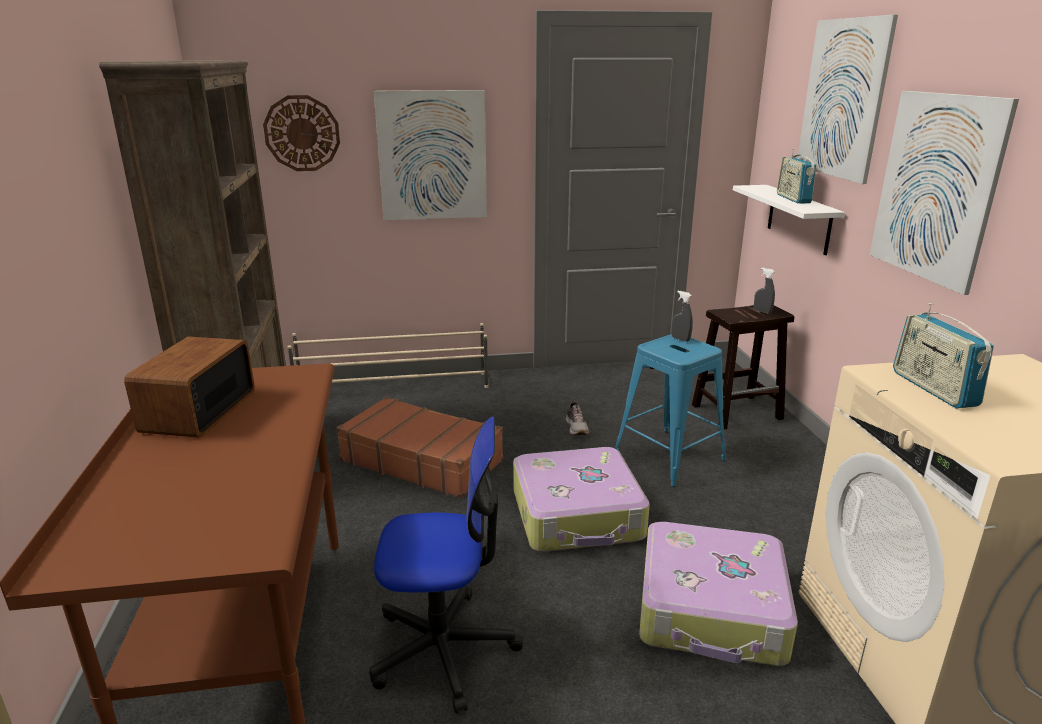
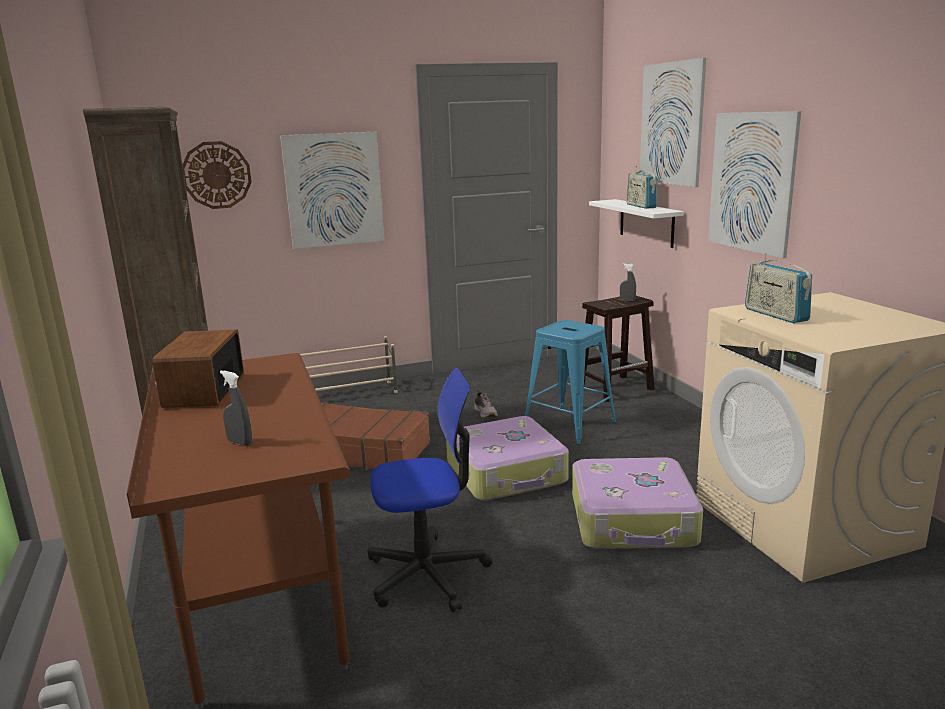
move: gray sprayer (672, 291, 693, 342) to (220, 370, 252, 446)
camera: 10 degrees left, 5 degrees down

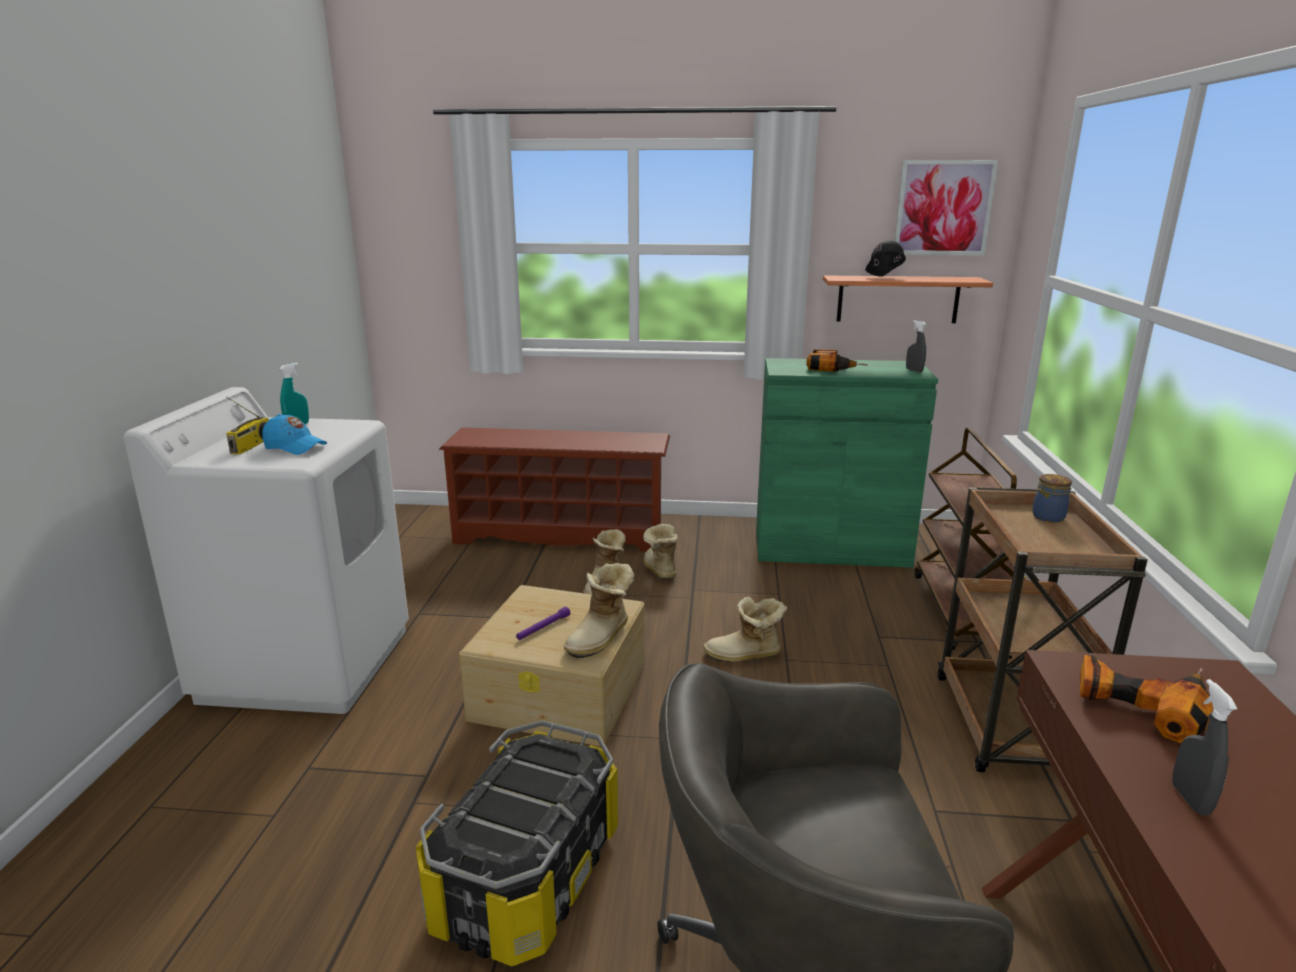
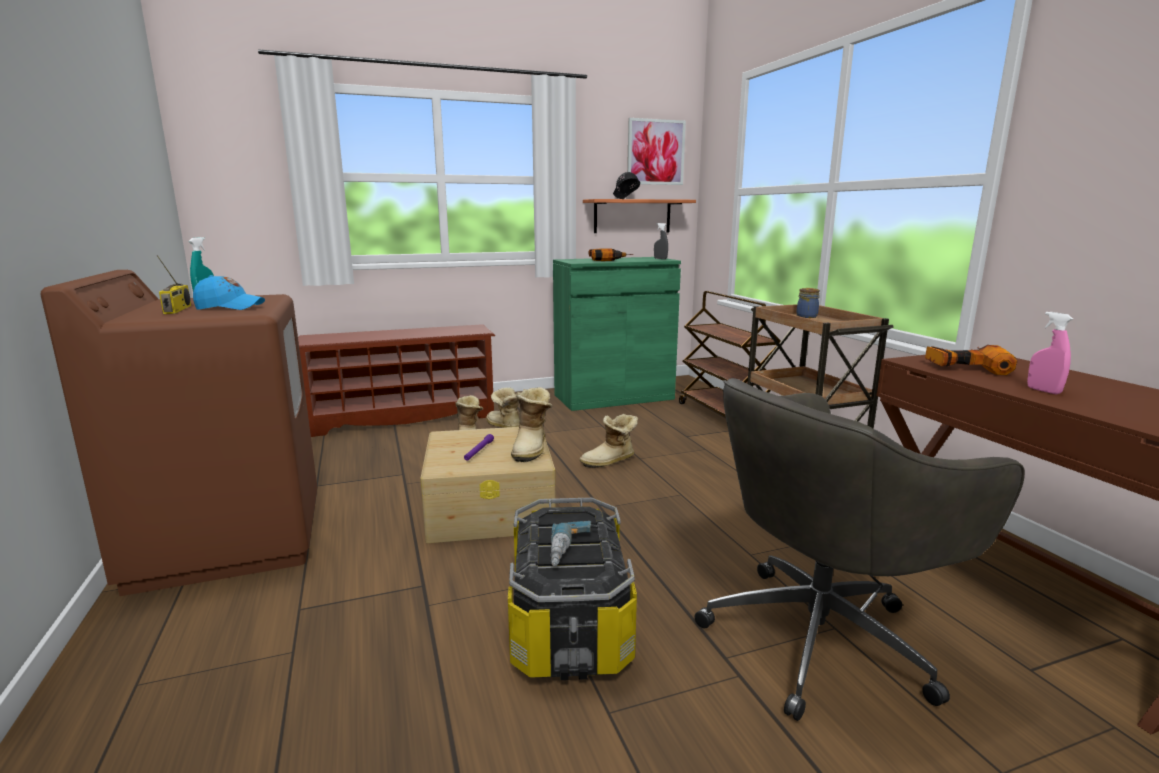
insert: electric drill (551, 521, 599, 566)
recolor: whitish laundry appliance (123, 387, 409, 714) to brownish laundry appliance (41, 270, 317, 596); gray sprayer (1172, 679, 1237, 816) to pink-coloured sprayer (1027, 312, 1073, 394)
camera: 25 degrees left, 5 degrees down

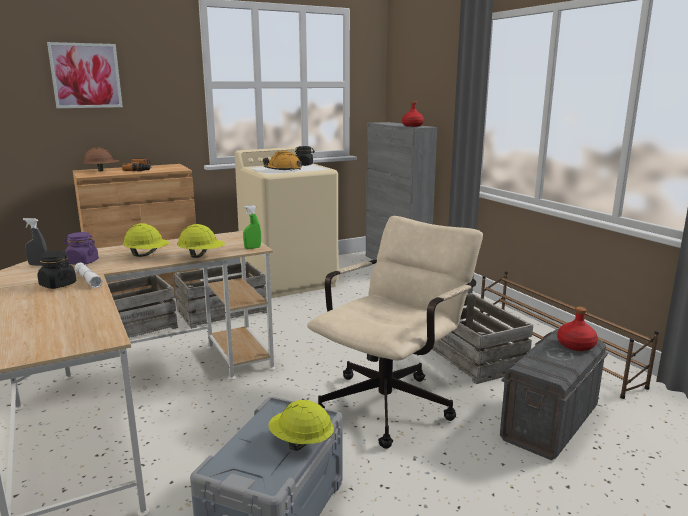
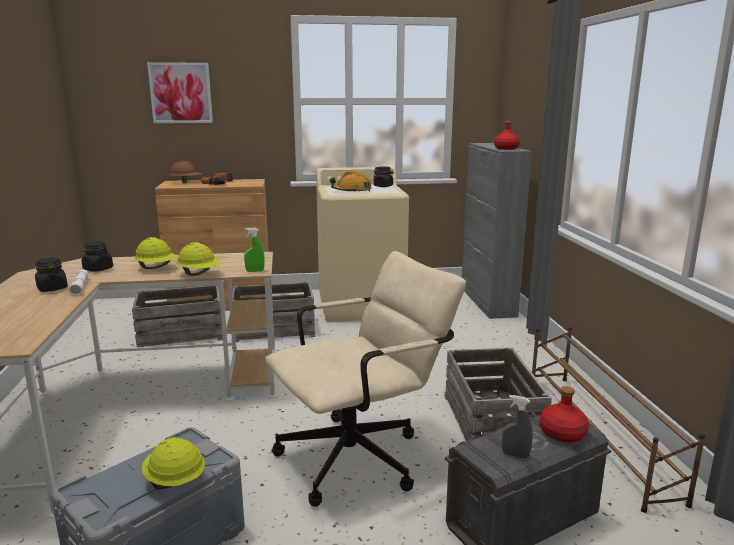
move: gray sprayer (23, 218, 48, 266) to (502, 395, 533, 459)
recolor: purple storage jar (64, 232, 99, 265) to black storage jar (82, 241, 113, 272)
camera: 20 degrees right, 0 degrees up

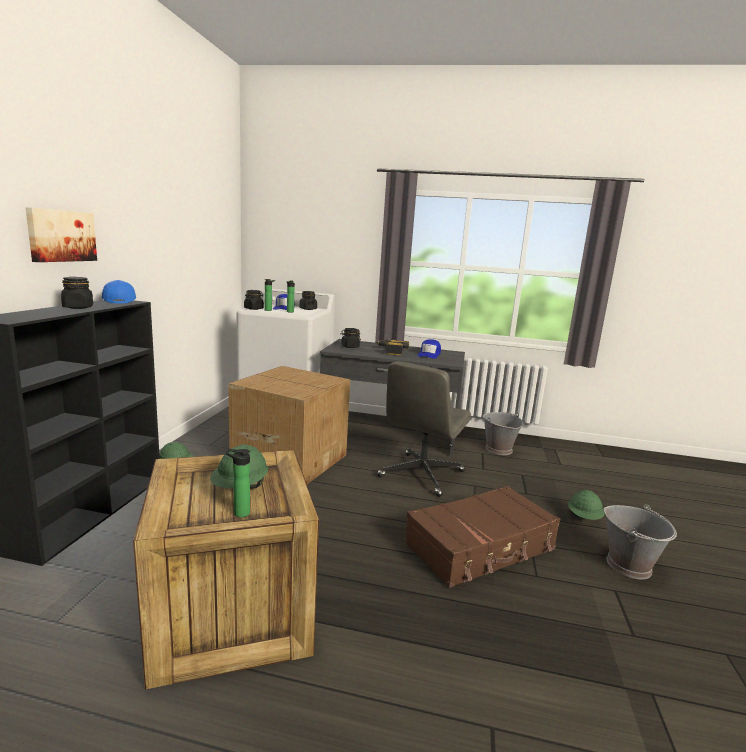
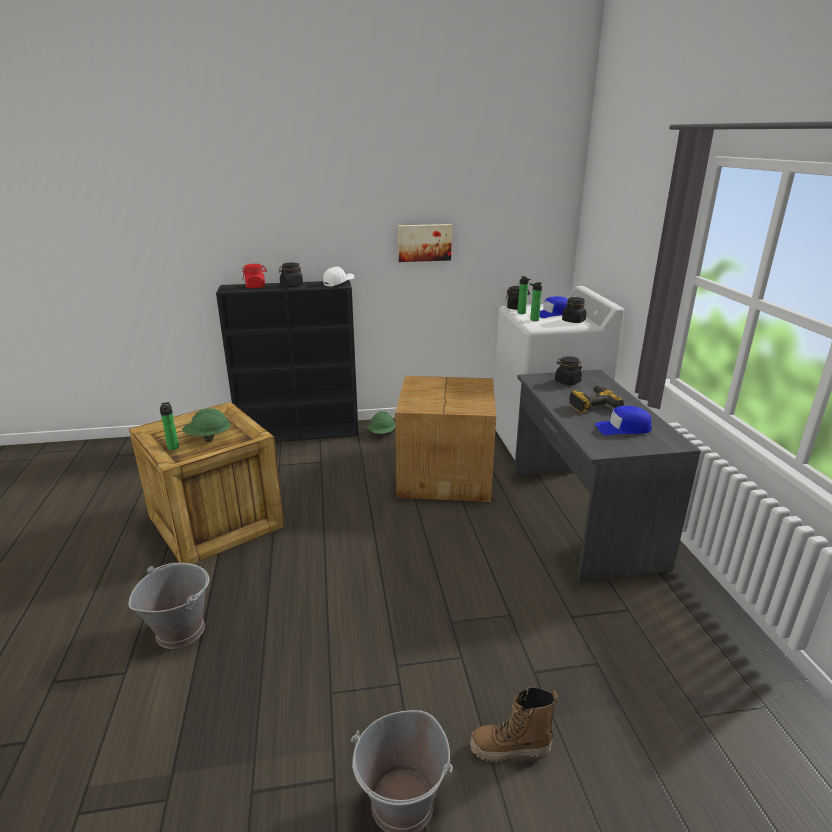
delete: gray desk chair (377, 361, 471, 497); brownish suitcase (404, 486, 560, 588)
insert: red-coloured storage jar (242, 264, 267, 288)
move: picture (25, 207, 97, 262) to (398, 224, 452, 262); gray bucket (482, 412, 523, 455) to (129, 563, 209, 649)
replace: greenish work helmet (568, 490, 604, 520) to boot (470, 687, 558, 762)
recolor: bluish peaked cap (102, 280, 136, 304) to whitish peaked cap (323, 266, 354, 287)
camera: 70 degrees right, 10 degrees up

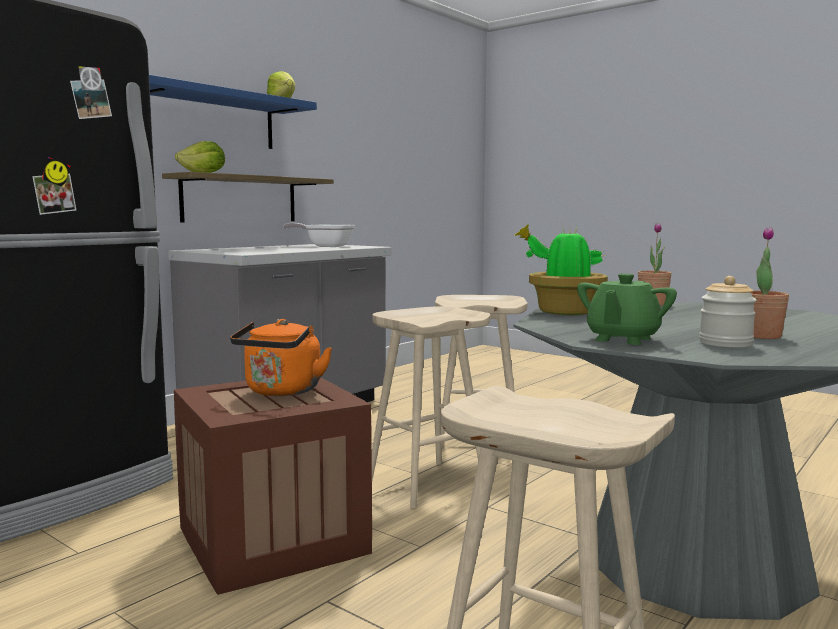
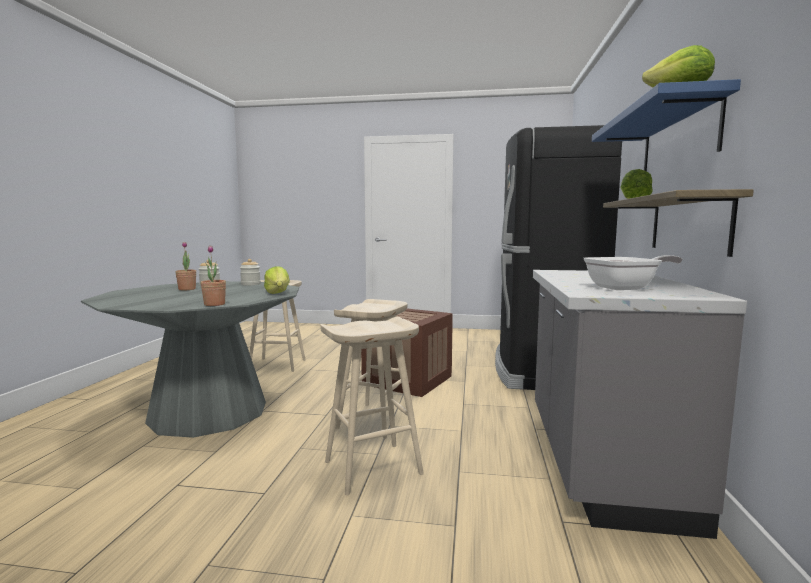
delete: orange-coloured water kettle (230, 319, 332, 396)
replace: houseplant (514, 224, 608, 315) to head of lettuce (264, 266, 290, 294); greenish tea pot (577, 273, 677, 345) to storage jar (240, 259, 261, 285)
camera: 150 degrees right, 0 degrees up

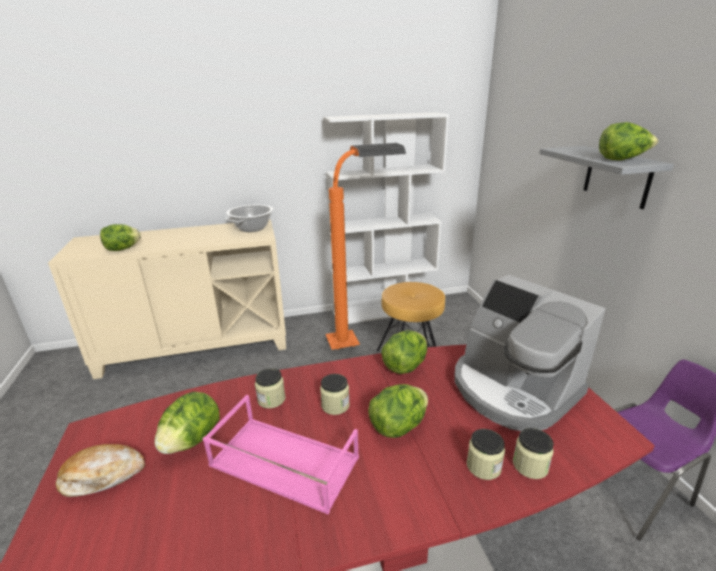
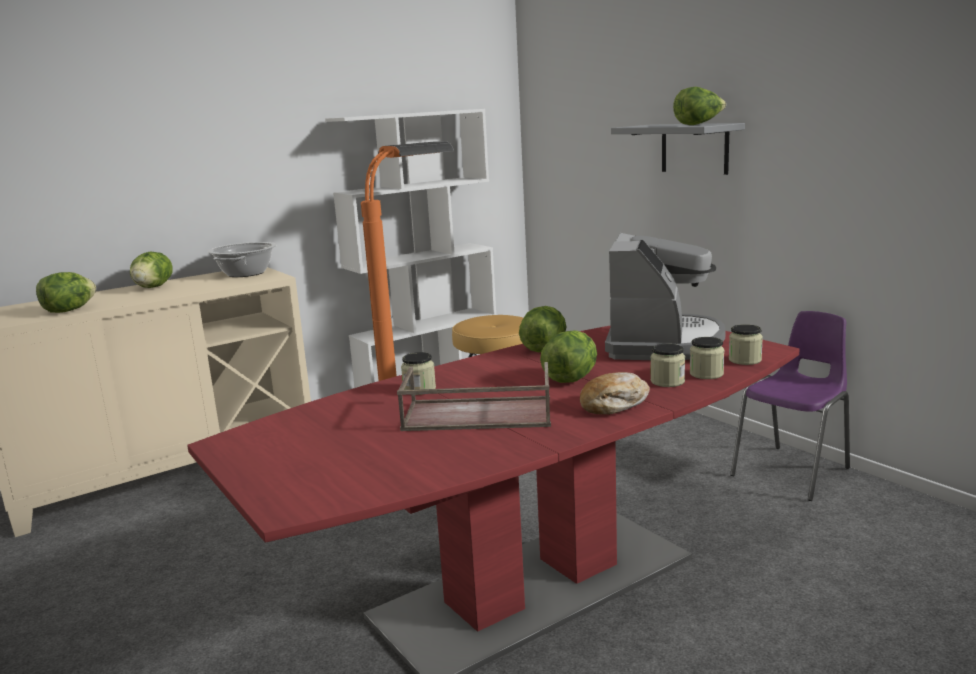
move: bread (55, 444, 145, 497) to (580, 372, 650, 415); head of lettuce (155, 392, 219, 454) to (130, 252, 173, 288); storage jar (320, 374, 350, 415) to (729, 324, 763, 365)
recolor: pink-coloured tray (202, 395, 359, 514) to brownish tray (397, 362, 551, 431)
rotate: coffee brewer (455, 275, 605, 431) = (605, 233, 726, 360) 105 degrees counterclockwise
camera: 20 degrees left, 10 degrees down

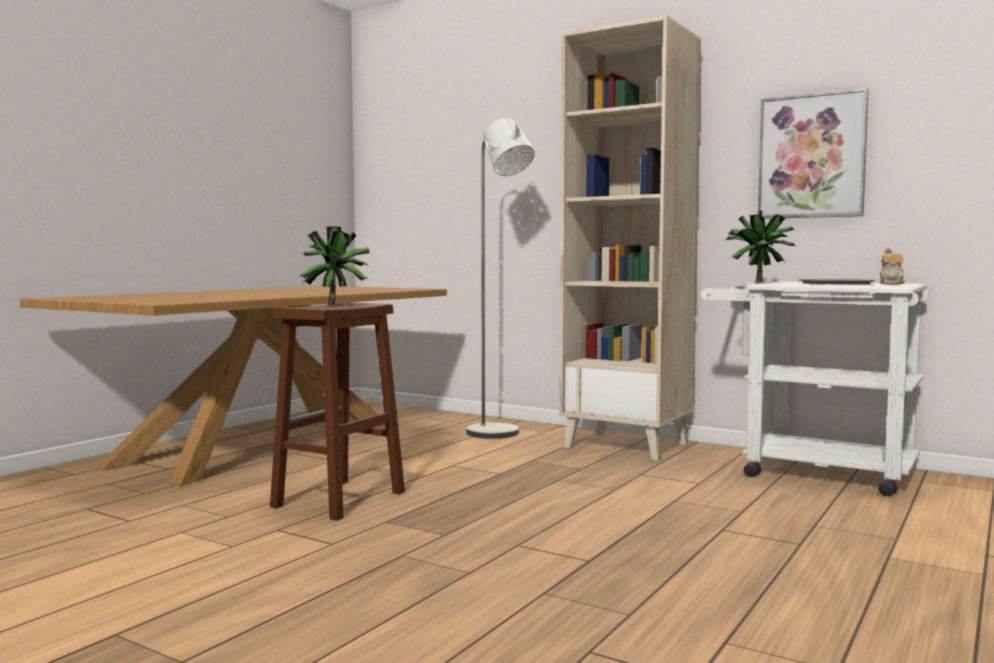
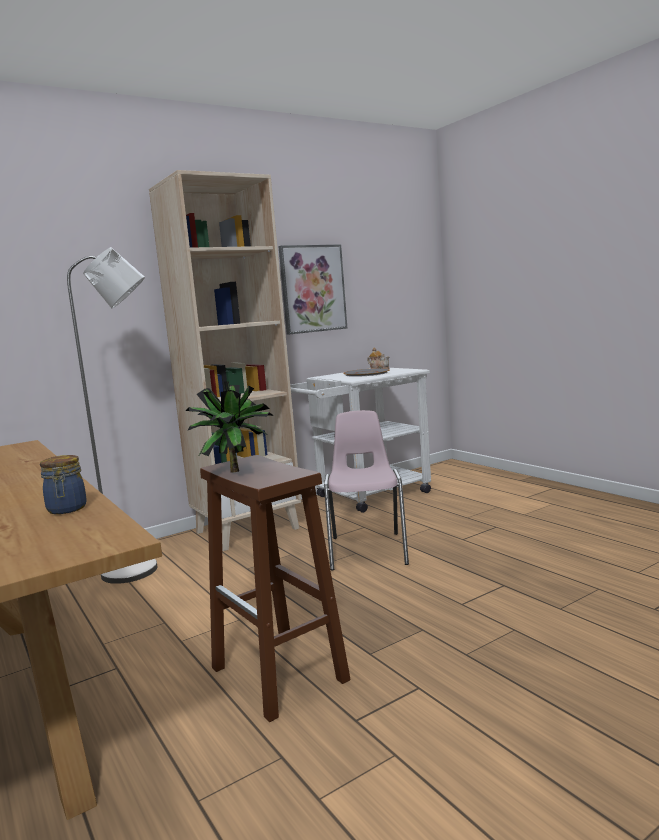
delete: houseplant (726, 211, 795, 282)
insert: storage jar (40, 455, 87, 514); pink-coloured upright chair (324, 410, 409, 570)
camera: 65 degrees left, 5 degrees up

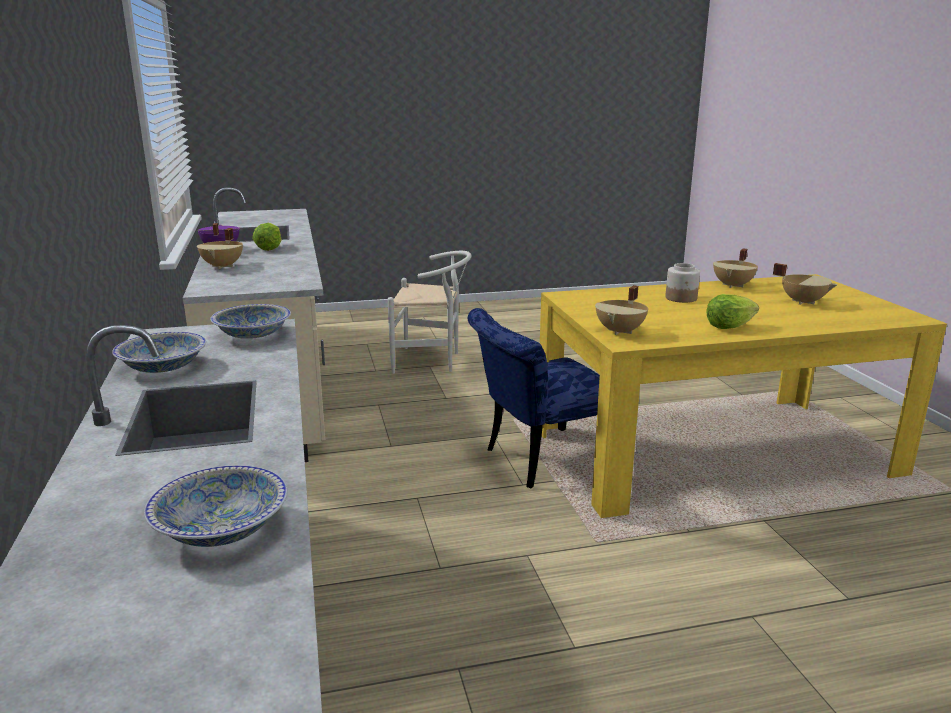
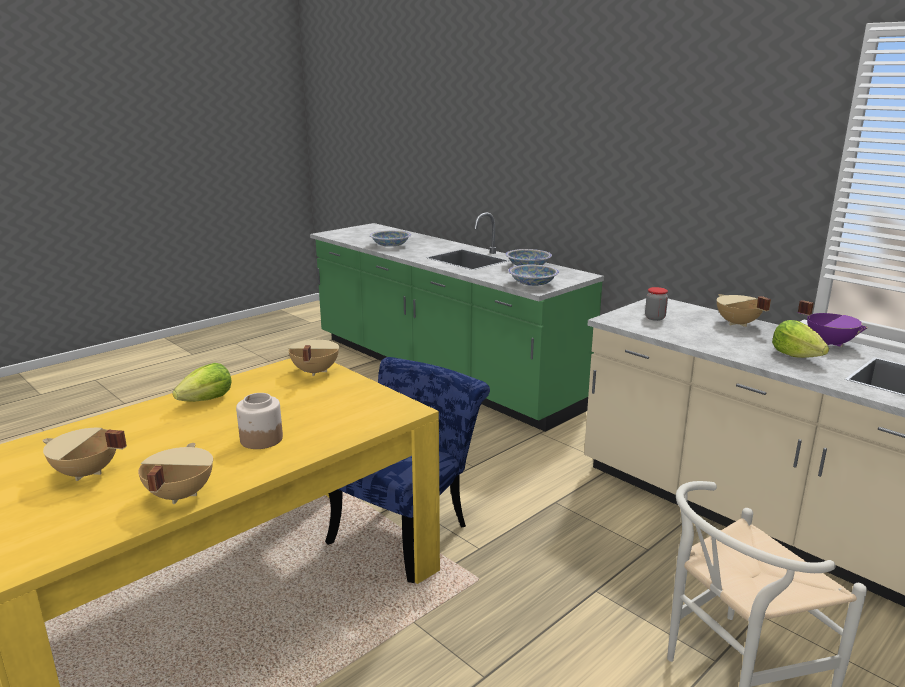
insert: storage jar (645, 287, 668, 321)
camera: 150 degrees right, 0 degrees up

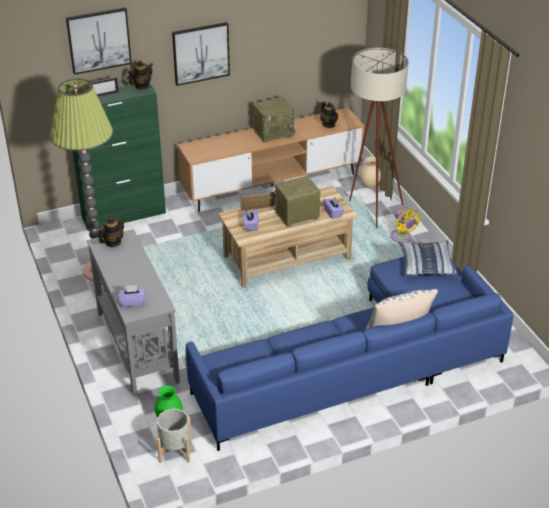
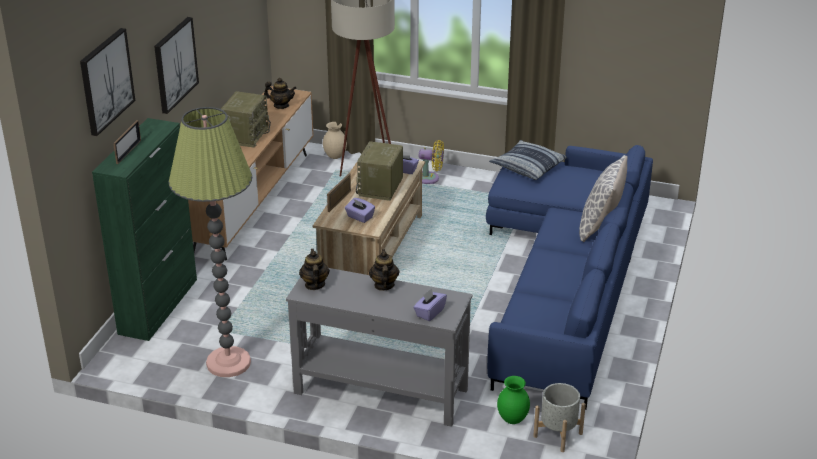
move: tea pot (128, 61, 153, 89) to (369, 249, 400, 291)
camera: 50 degrees left, 5 degrees down

